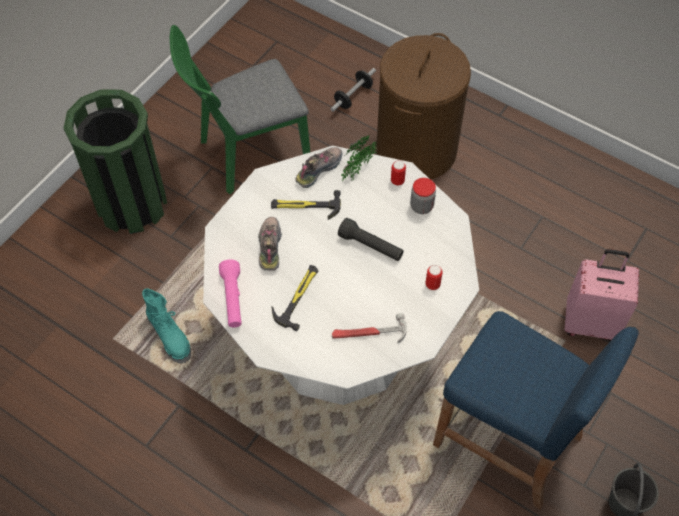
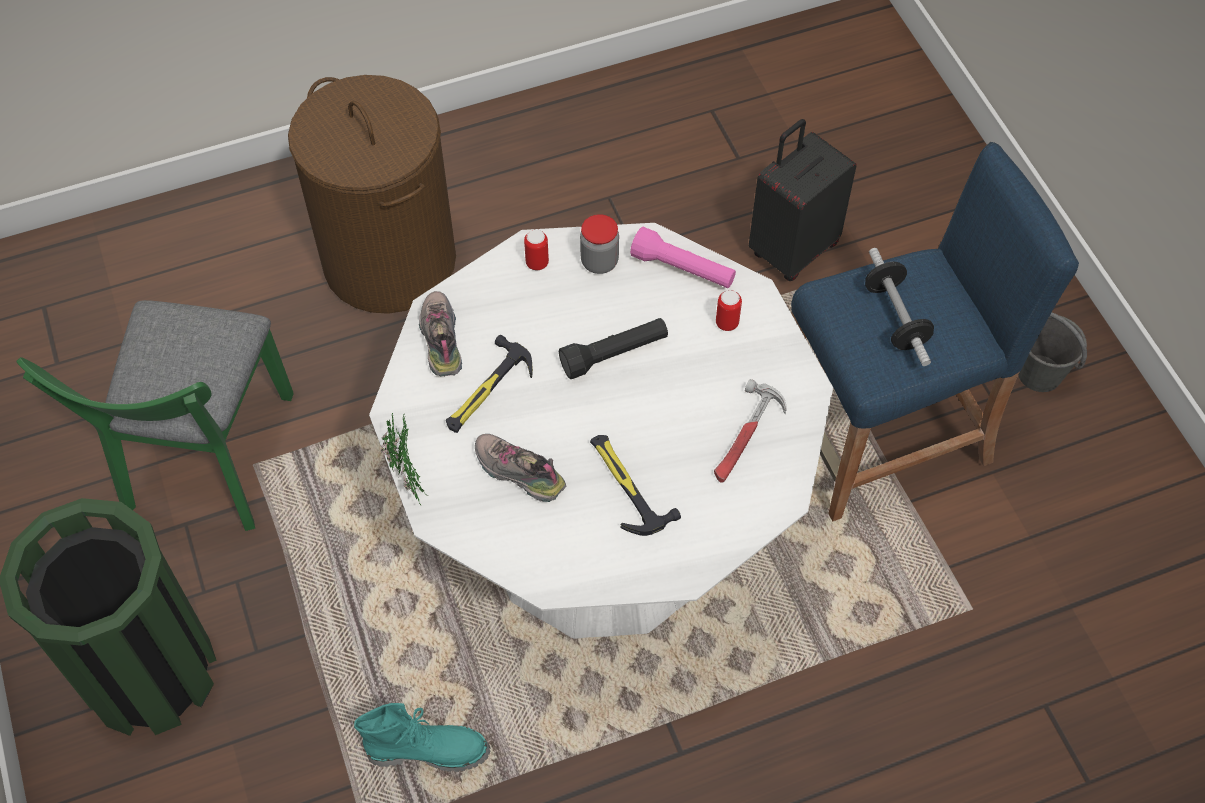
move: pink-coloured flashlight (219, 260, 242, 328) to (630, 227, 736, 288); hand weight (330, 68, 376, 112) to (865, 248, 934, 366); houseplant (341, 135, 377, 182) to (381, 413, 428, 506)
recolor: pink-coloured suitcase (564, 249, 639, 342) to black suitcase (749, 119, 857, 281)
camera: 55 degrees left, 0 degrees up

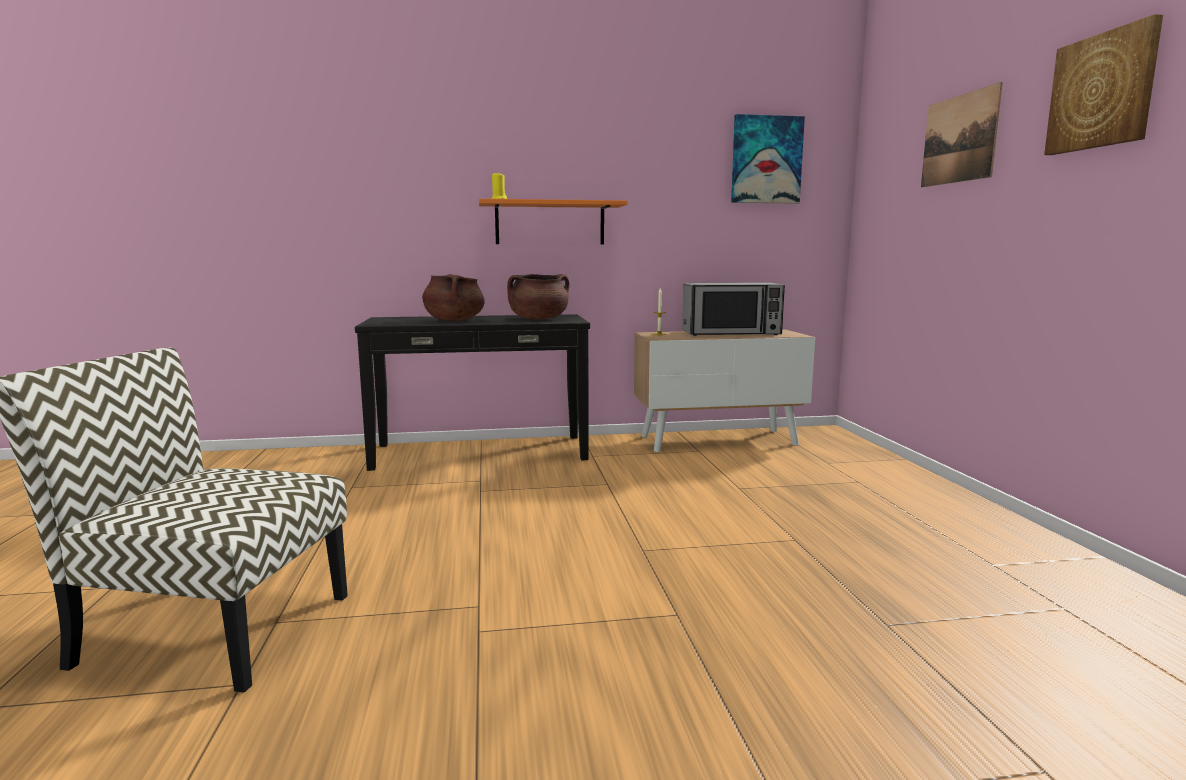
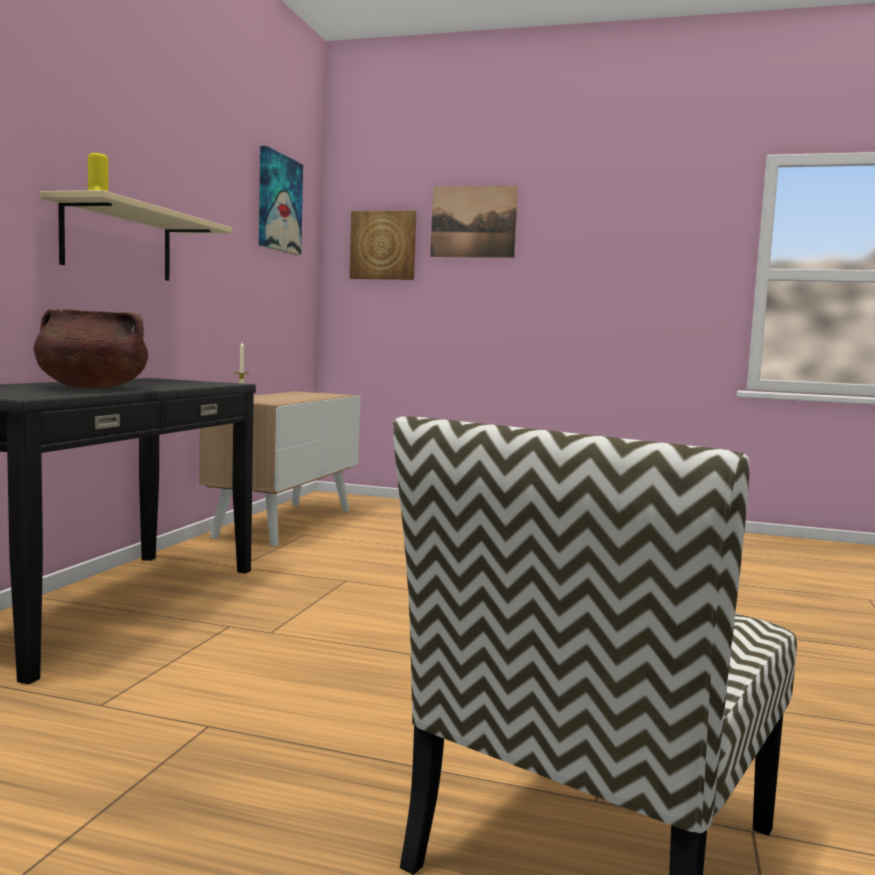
delete: brownish saucepot (507, 274, 570, 320); microwave oven (682, 282, 785, 336)
move: picture (1044, 14, 1163, 155) to (350, 210, 416, 280)
recolor: orange-coloured wall shelf (479, 199, 628, 244) to beige-coloured wall shelf (40, 190, 232, 281)
camera: 65 degrees left, 5 degrees down

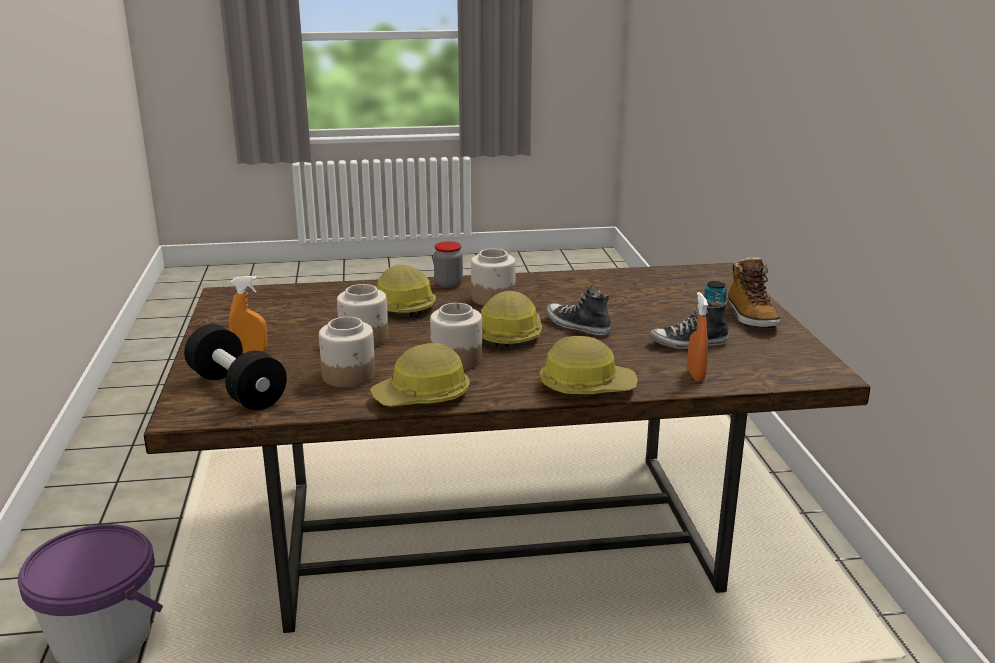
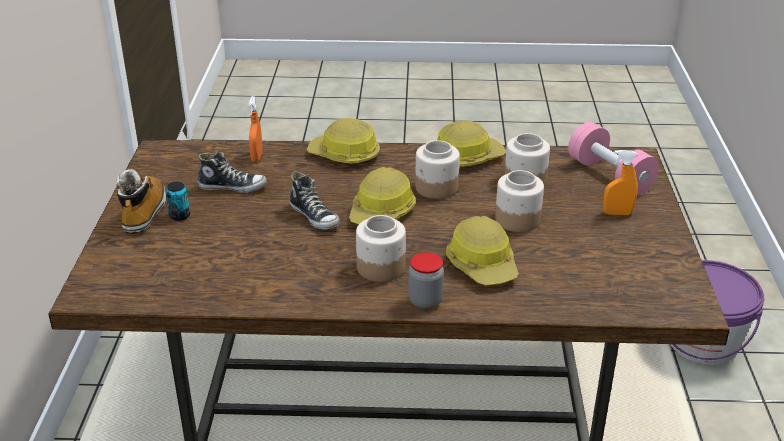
recolor: black hand weight (184, 324, 287, 410) to pink-coloured hand weight (568, 122, 659, 195)
camera: 170 degrees left, 10 degrees up

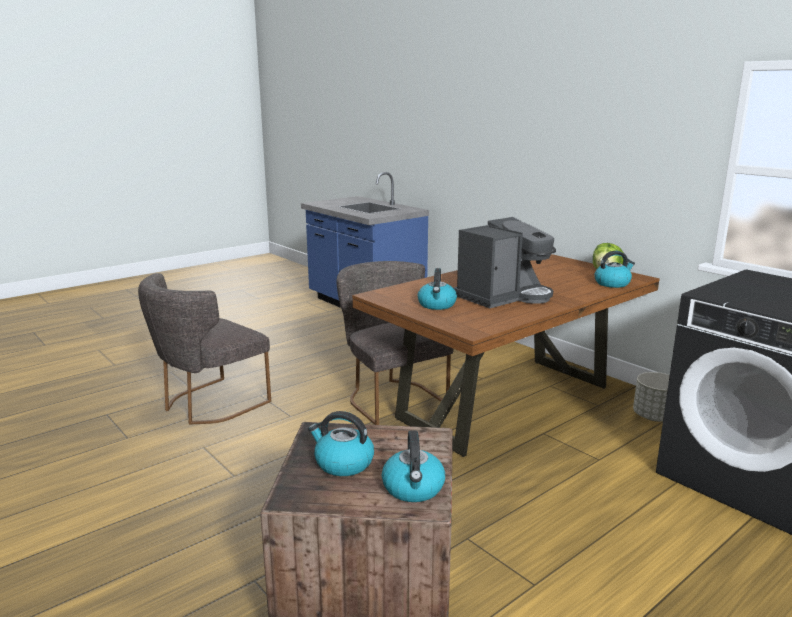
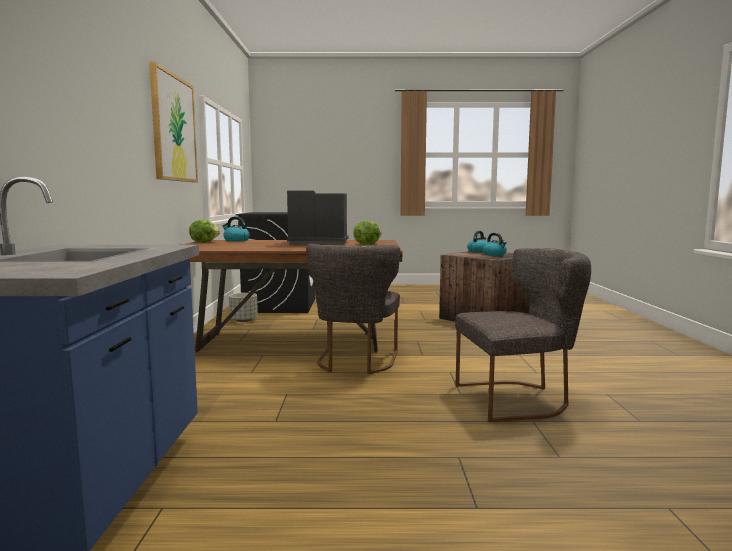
insert: picture (149, 61, 198, 182)
replace: water kettle (418, 268, 457, 310) to head of lettuce (353, 221, 381, 245)
camera: 140 degrees left, 10 degrees down

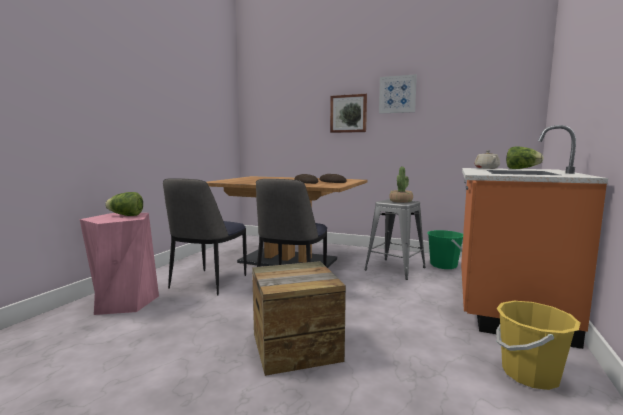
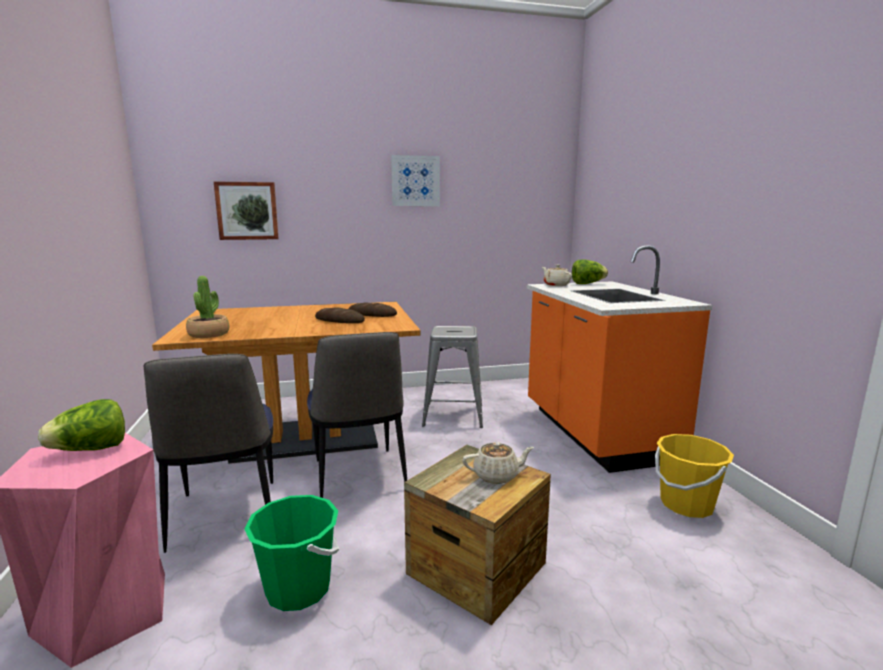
insert: beige-coloured tea pot (462, 442, 534, 484)
move: picture (330, 94, 367, 133) to (213, 181, 279, 240); houseplant (389, 167, 413, 203) to (186, 276, 229, 338); greenish bucket (427, 230, 463, 269) to (244, 495, 339, 611)
camera: 35 degrees left, 5 degrees up

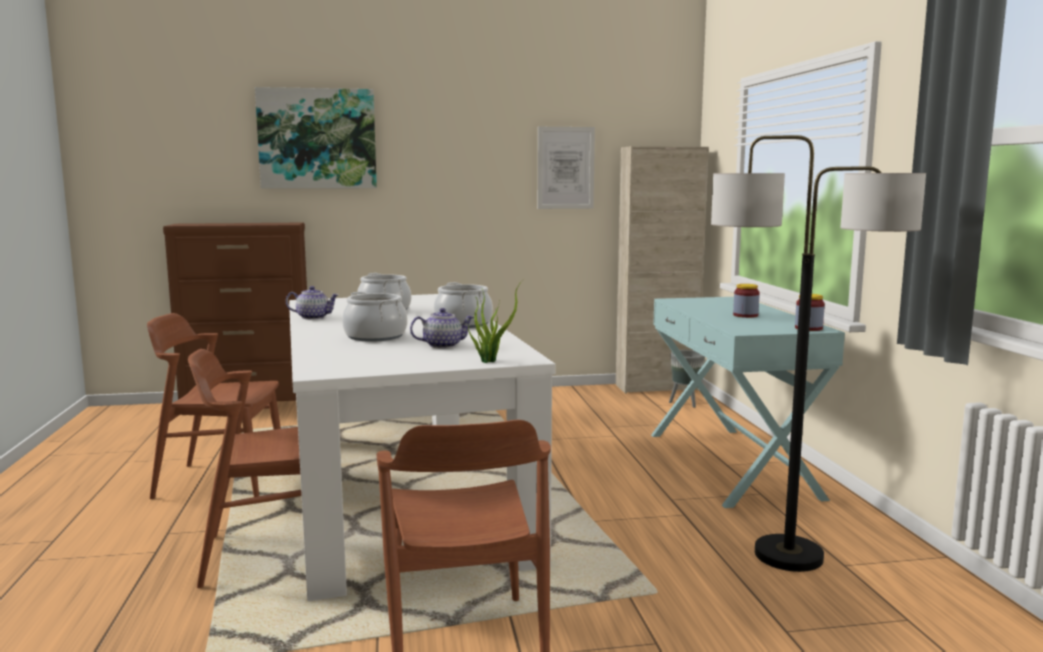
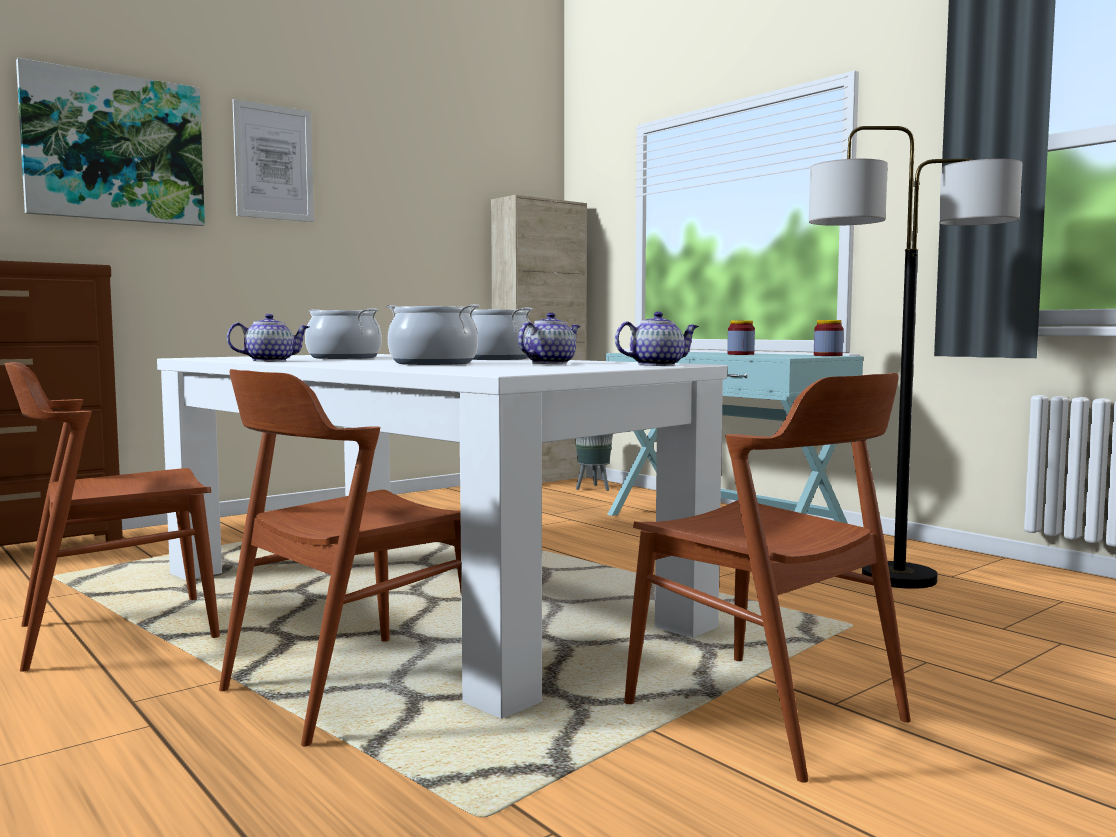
move: picture (538, 127, 595, 209) to (232, 99, 314, 222)
replace: houseplant (467, 279, 524, 363) to tea pot (615, 312, 699, 366)
camera: 30 degrees left, 5 degrees down

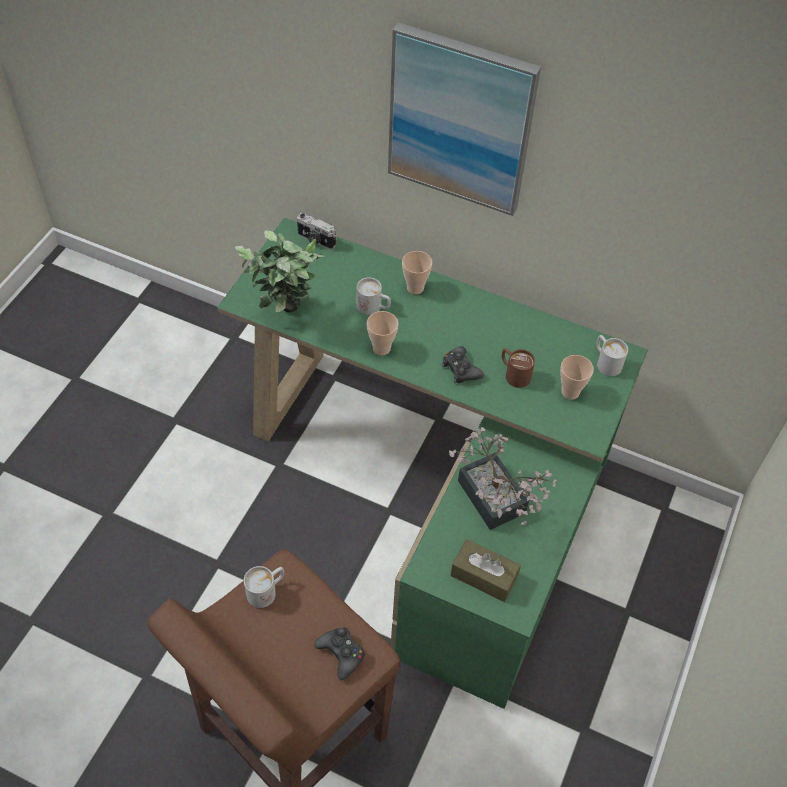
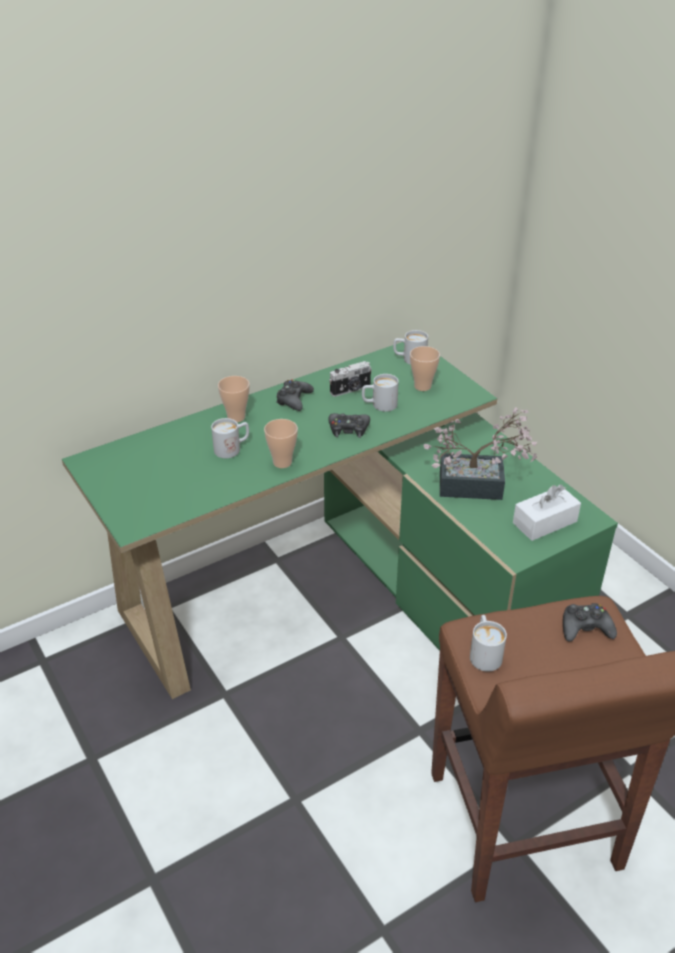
delete: houseplant (235, 230, 325, 313); picture (388, 22, 541, 216)
insert: black joypad (276, 380, 314, 411)
move: still camera (297, 213, 336, 250) to (329, 361, 372, 397)
recolor: brownish tissue holder (451, 539, 521, 602) to whitish tissue holder (513, 484, 581, 541); brownish tea mug (502, 348, 535, 388) to whitish tea mug (362, 374, 399, 412)
camera: 55 degrees left, 15 degrees down

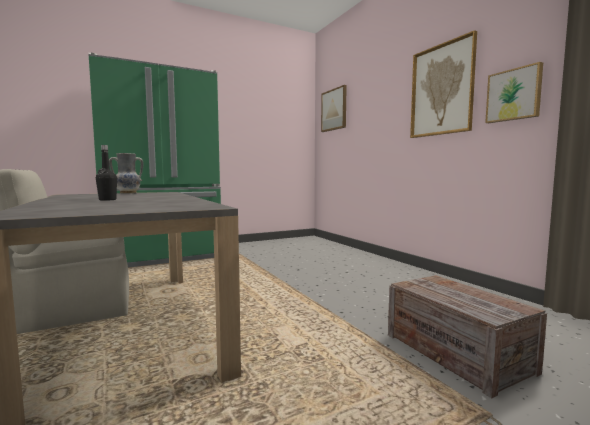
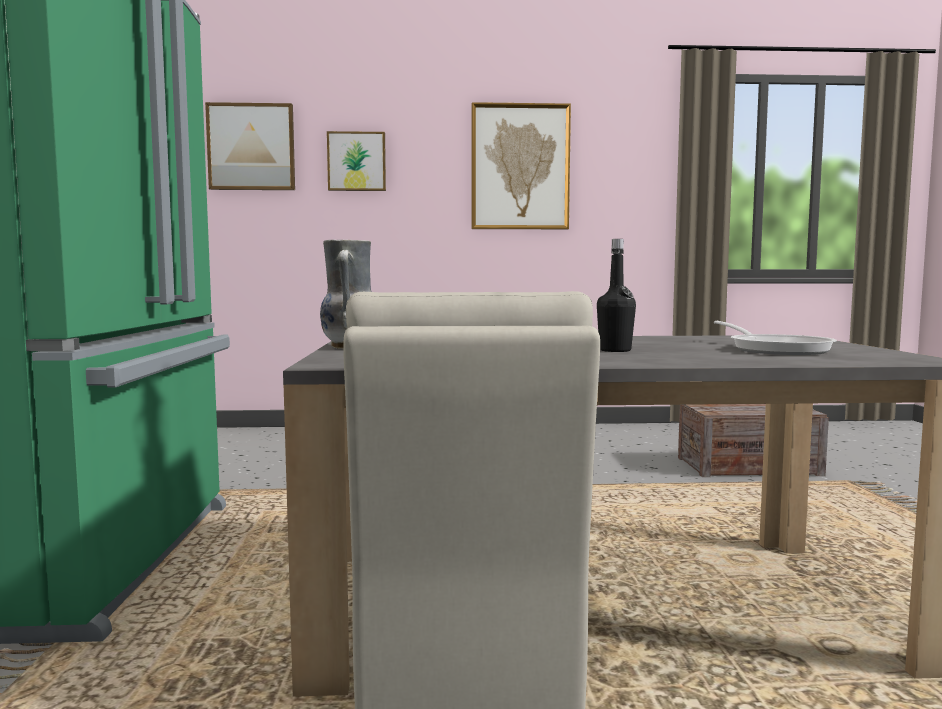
insert: frying pan (714, 321, 837, 355)
move: picture (485, 62, 543, 123) to (327, 131, 386, 191)
camera: 65 degrees left, 0 degrees up

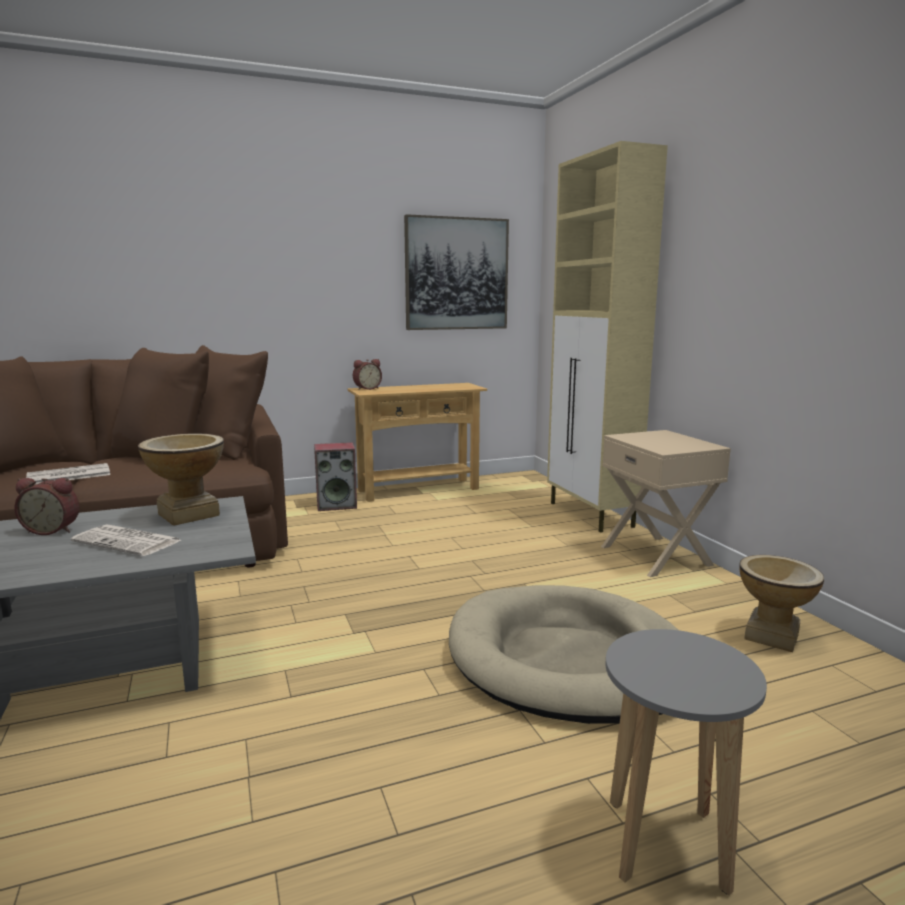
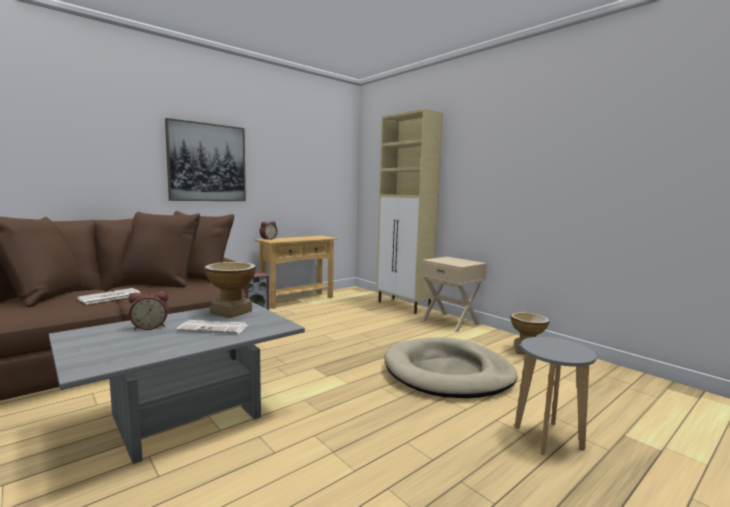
move: picture (404, 214, 509, 330) to (165, 118, 246, 201)
camera: 20 degrees left, 5 degrees down

